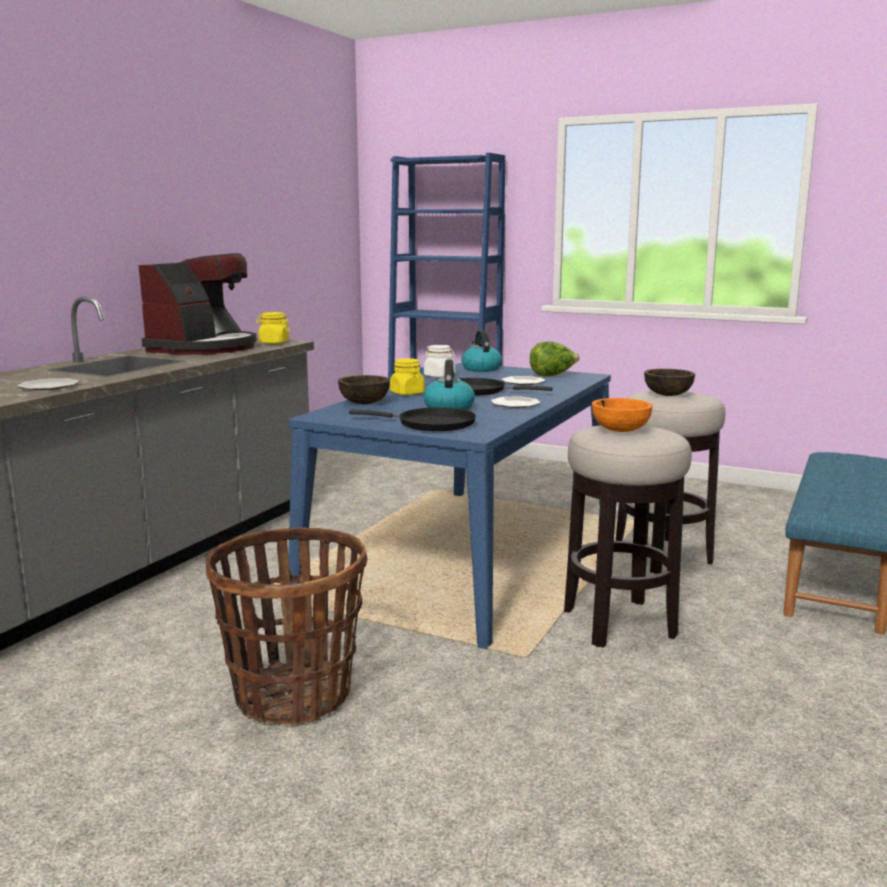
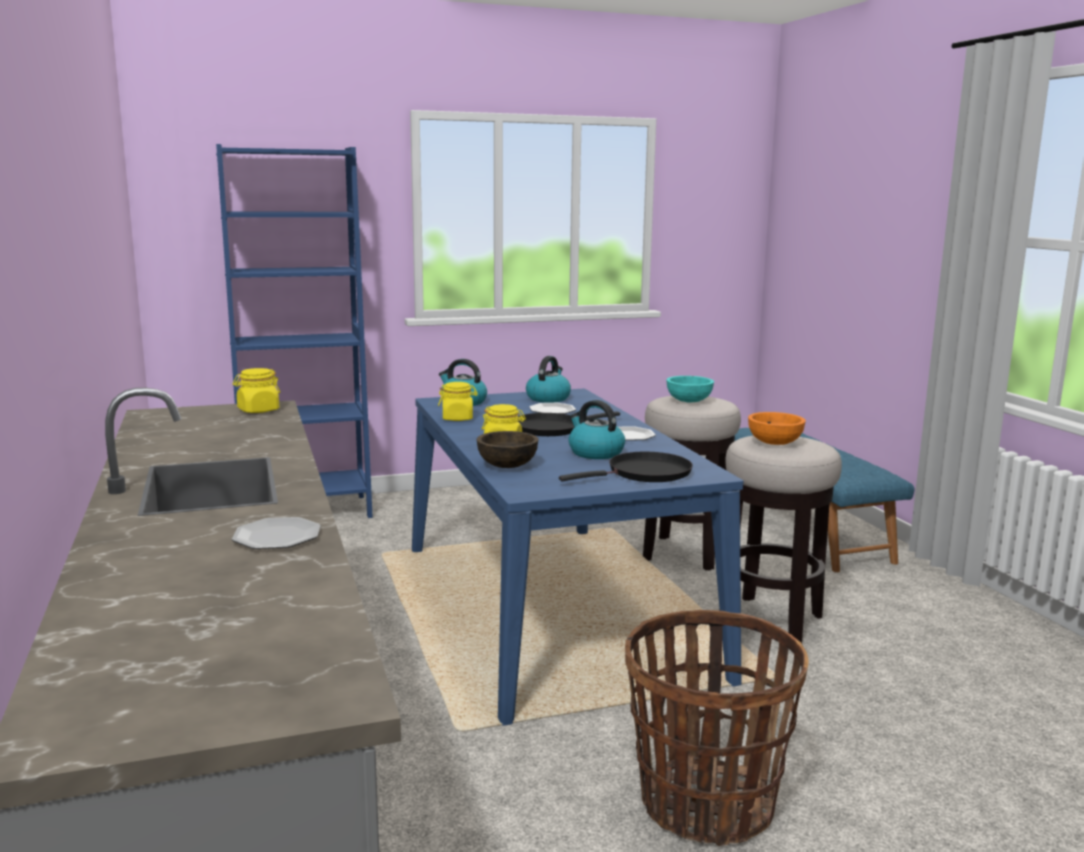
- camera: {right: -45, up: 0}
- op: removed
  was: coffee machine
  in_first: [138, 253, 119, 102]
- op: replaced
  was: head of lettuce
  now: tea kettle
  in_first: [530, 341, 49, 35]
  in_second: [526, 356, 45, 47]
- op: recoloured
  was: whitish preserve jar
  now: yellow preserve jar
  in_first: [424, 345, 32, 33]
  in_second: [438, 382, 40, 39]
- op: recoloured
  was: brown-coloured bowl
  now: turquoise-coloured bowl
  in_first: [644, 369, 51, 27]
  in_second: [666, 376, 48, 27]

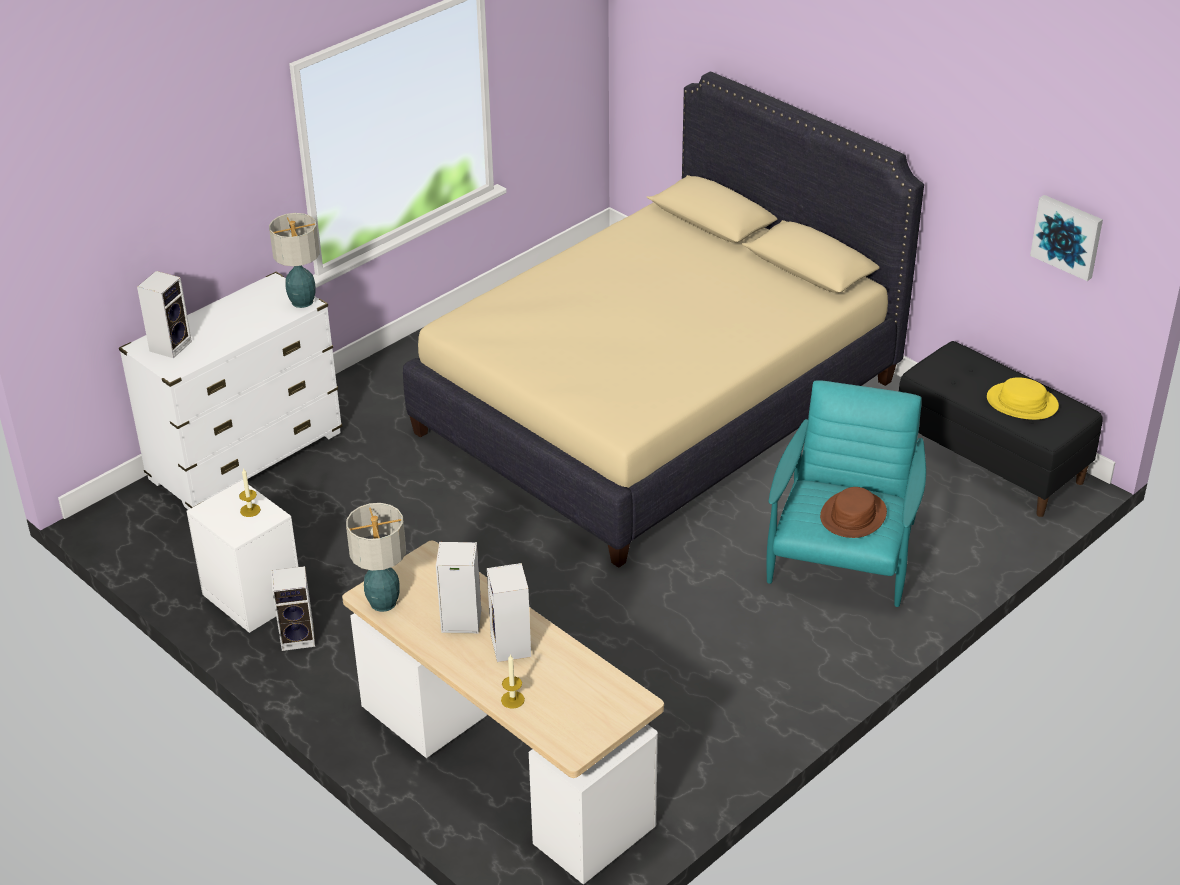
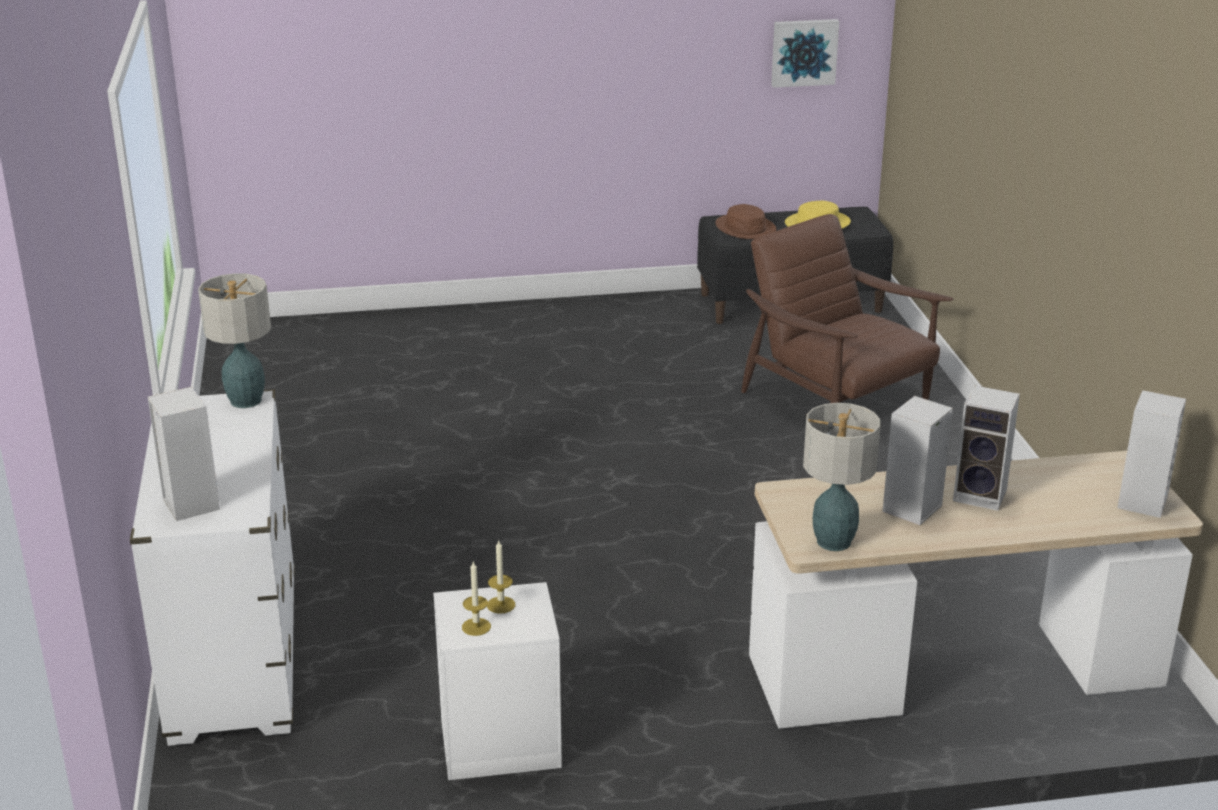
- camera: {right: -55, up: -10}
- op: removed
  was: beige bedroom bed
  in_first: [403, 72, 521, 496]
- op: recoloured
  was: turquoise-coloured armchair
  now: brown-coloured armchair
  in_first: [767, 380, 159, 227]
  in_second: [741, 214, 212, 189]
- op: moved
  was: brown-coloured wearable hat
  in_first: [820, 487, 67, 51]
  in_second: [715, 204, 61, 35]
- op: moved
  was: loudspeaker
  in_first: [271, 566, 44, 85]
  in_second: [1117, 390, 69, 128]
- op: moved
  was: wax candle
  in_first: [501, 654, 24, 55]
  in_second: [462, 561, 29, 75]

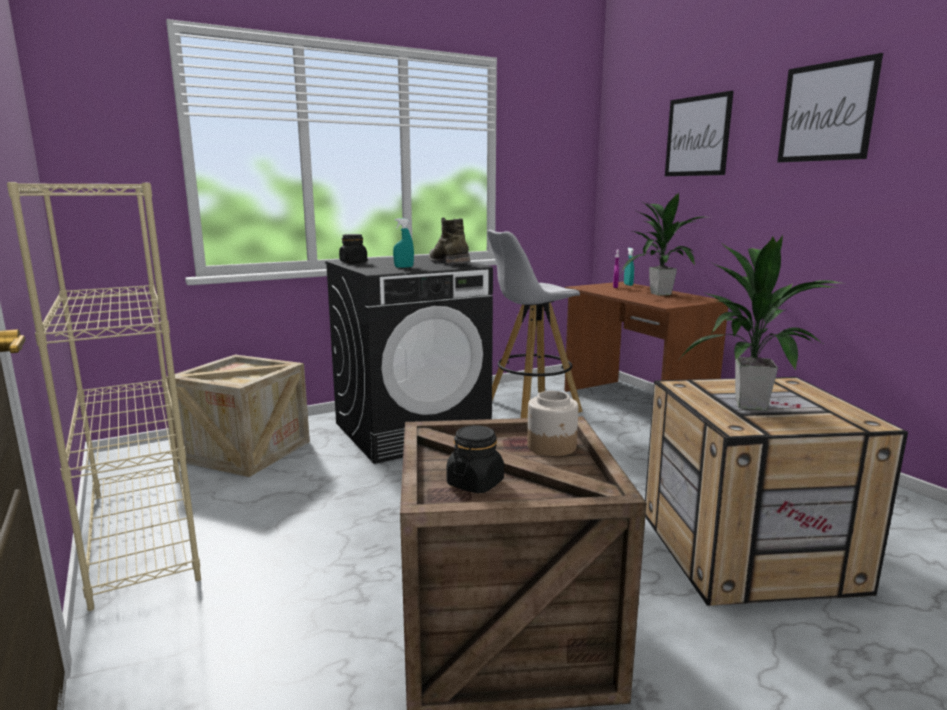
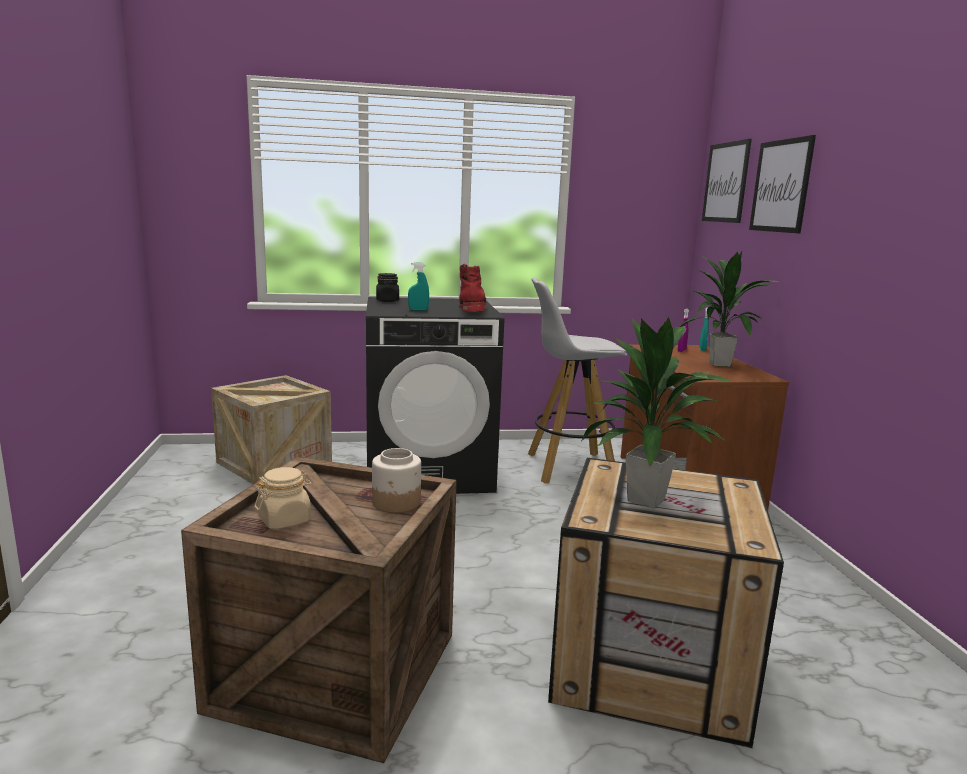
- camera: {right: 20, up: 0}
- op: moved
  was: wall picture
  in_first: [777, 53, 106, 109]
  in_second: [702, 139, 50, 84]
- op: removed
  was: beige shelving unit
  in_first: [7, 182, 194, 429]
- op: recoloured
  was: greenish high-top boot
  now: reddish high-top boot
  in_first: [429, 217, 41, 48]
  in_second: [459, 264, 28, 48]
- op: recoloured
  was: blackish preserve jar
  now: beige preserve jar
  in_first: [446, 425, 58, 68]
  in_second: [255, 467, 58, 62]

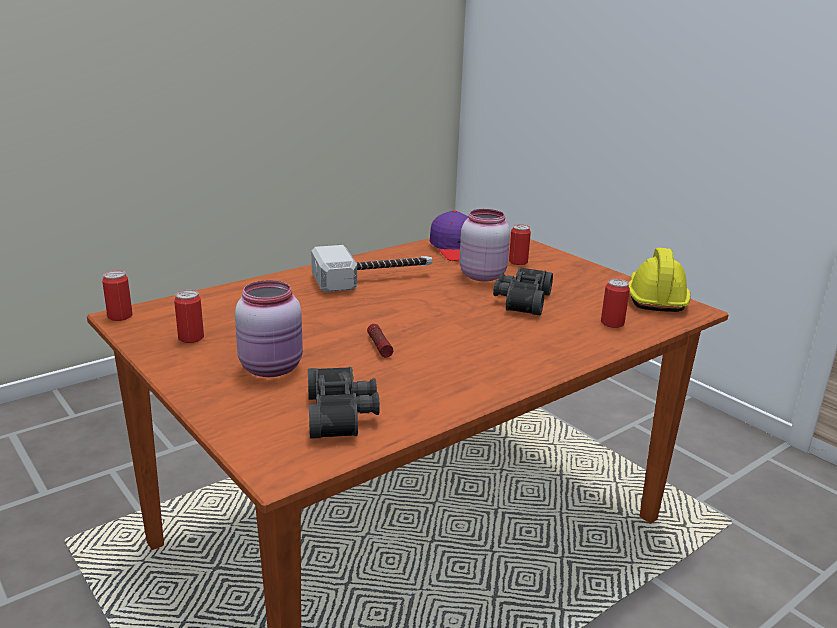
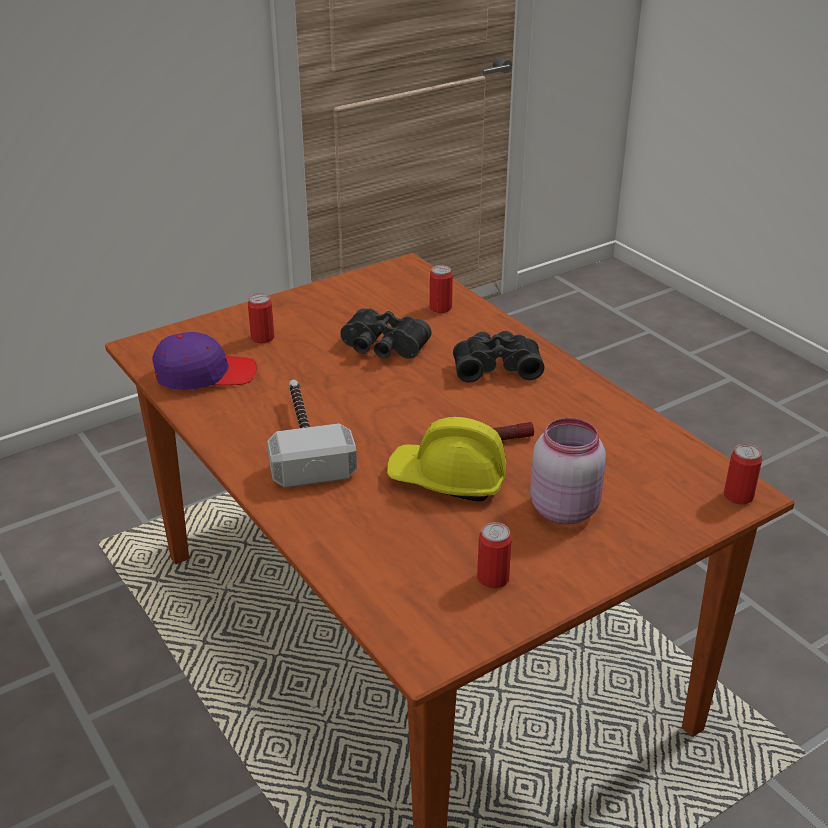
- camera: {right: -85, up: 10}
- op: removed
  was: pinkish preserve jar
  in_first: [459, 209, 51, 73]
- op: moved
  was: yellow safety helmet
  in_first: [629, 248, 62, 64]
  in_second: [387, 417, 120, 85]
- op: moved
  was: sealed can
  in_first: [102, 270, 31, 51]
  in_second: [724, 444, 38, 60]
- op: moved
  was: blackish field glasses
  in_first: [308, 367, 72, 72]
  in_second: [453, 331, 91, 51]

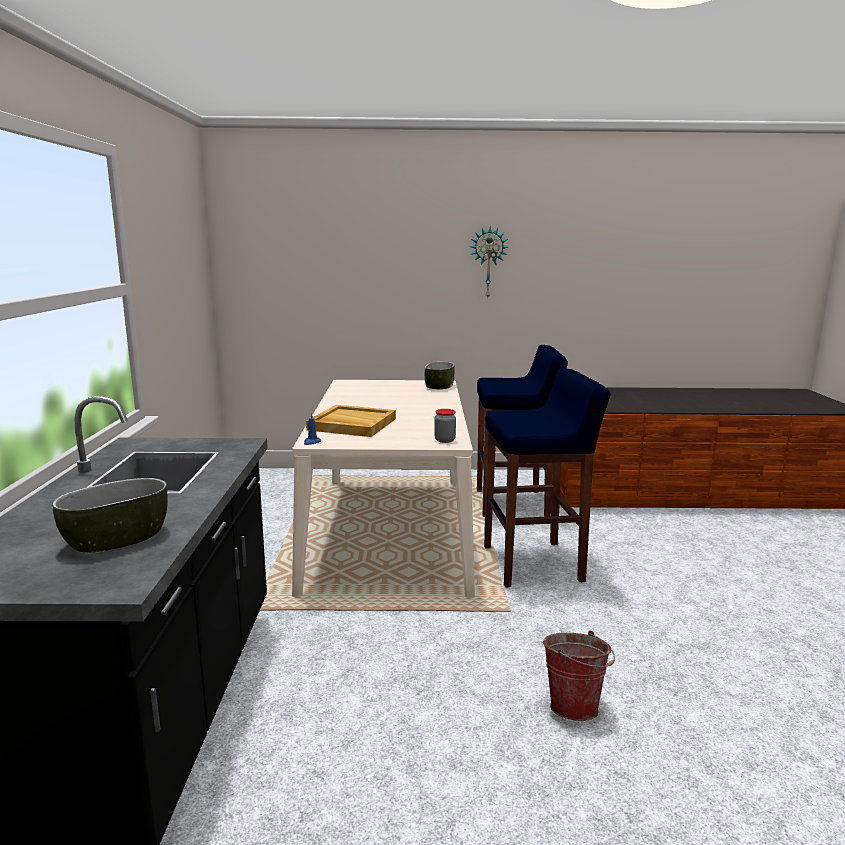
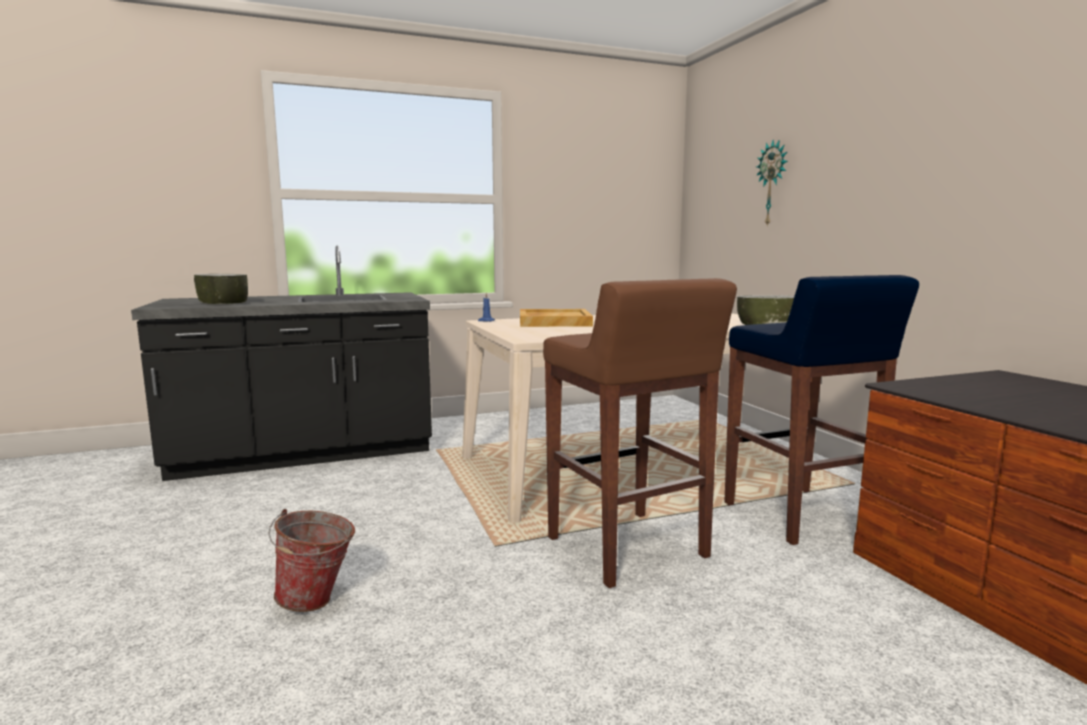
- camera: {right: 70, up: -5}
- op: moved
  was: wall clock
  in_first: [470, 227, 38, 72]
  in_second: [756, 140, 32, 86]
- op: recoloured
  was: bluish stool
  now: brown-coloured stool
  in_first: [484, 368, 127, 220]
  in_second: [543, 278, 194, 310]
- op: removed
  was: preserve jar
  in_first: [434, 409, 22, 34]

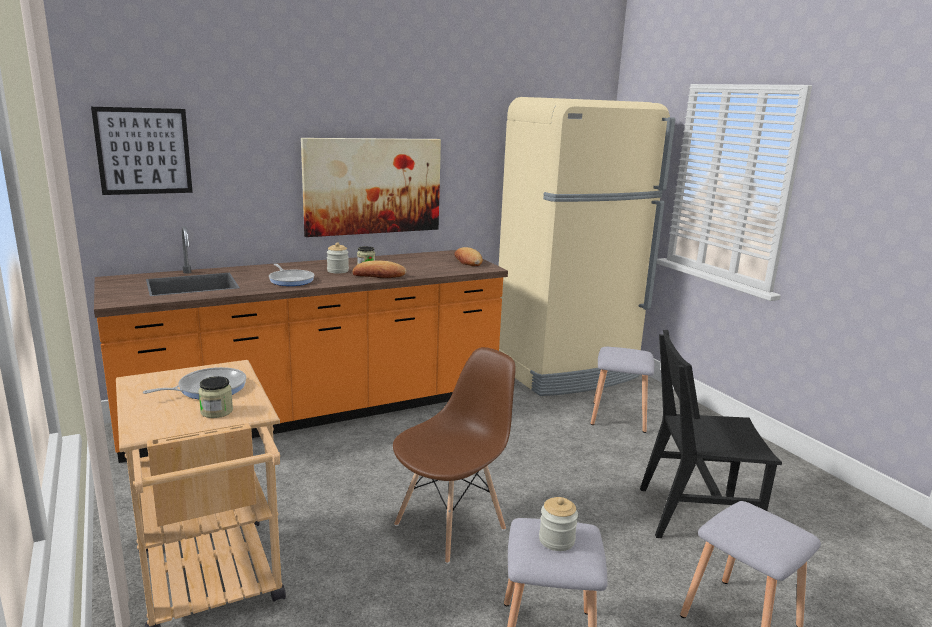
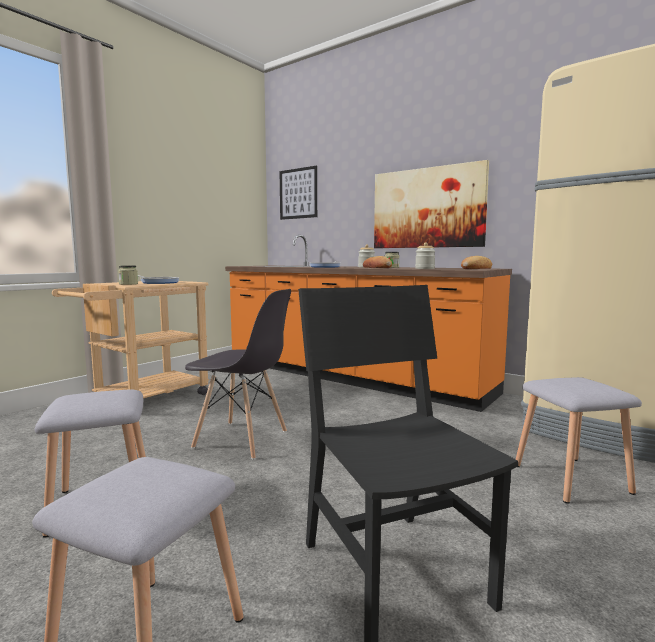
- camera: {right: 65, up: -10}
- op: recoloured
  was: brown-coloured chair
  now: grey chair
  in_first: [393, 347, 123, 217]
  in_second: [185, 289, 106, 171]
- op: moved
  was: preserve jar
  in_first: [539, 497, 39, 54]
  in_second: [415, 242, 20, 27]

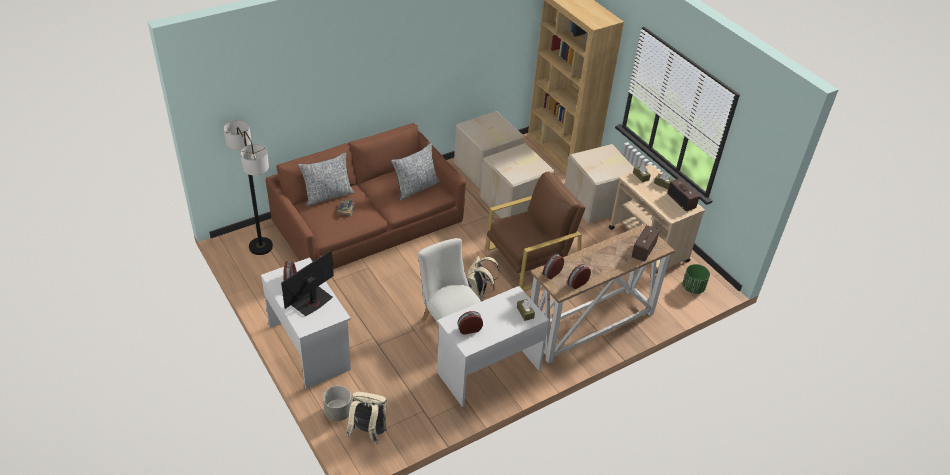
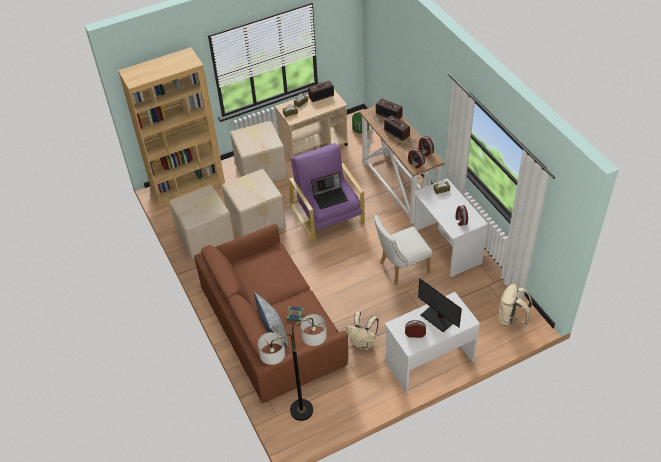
- camera: {right: -80, up: 5}
- op: removed
  was: pillow
  in_first: [391, 143, 49, 57]
- op: recoloured
  was: brown-coloured armchair
  now: purple-coloured armchair
  in_first: [486, 172, 100, 119]
  in_second: [289, 143, 76, 100]
- op: moved
  was: beige backpack
  in_first: [467, 256, 33, 43]
  in_second: [346, 312, 33, 38]
- op: removed
  was: grey plant pot
  in_first: [323, 386, 29, 35]
- op: added
  now: radio
  in_second: [384, 115, 26, 26]
- op: added
  now: portable computer
  in_second: [311, 172, 37, 37]

